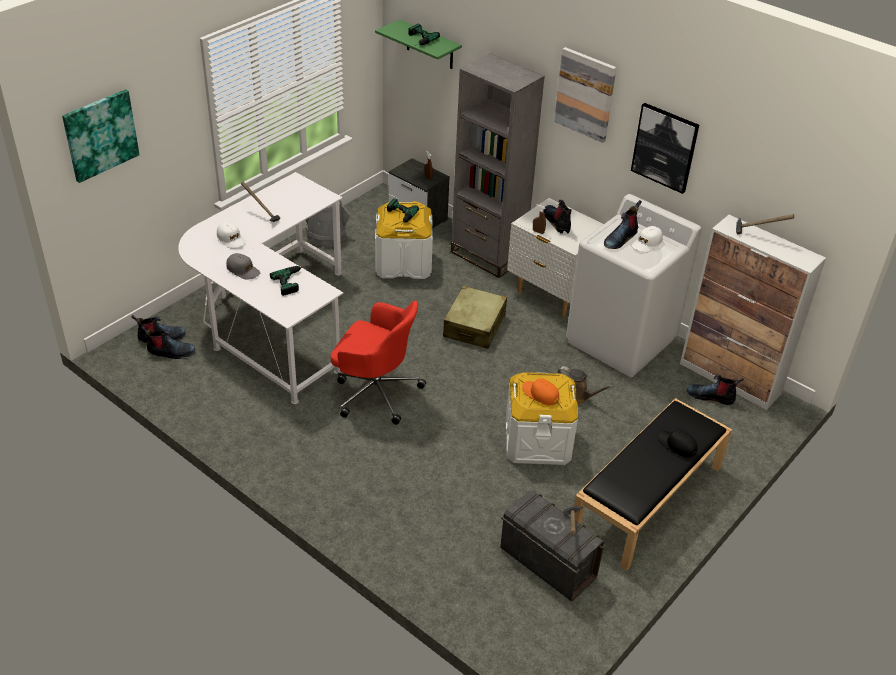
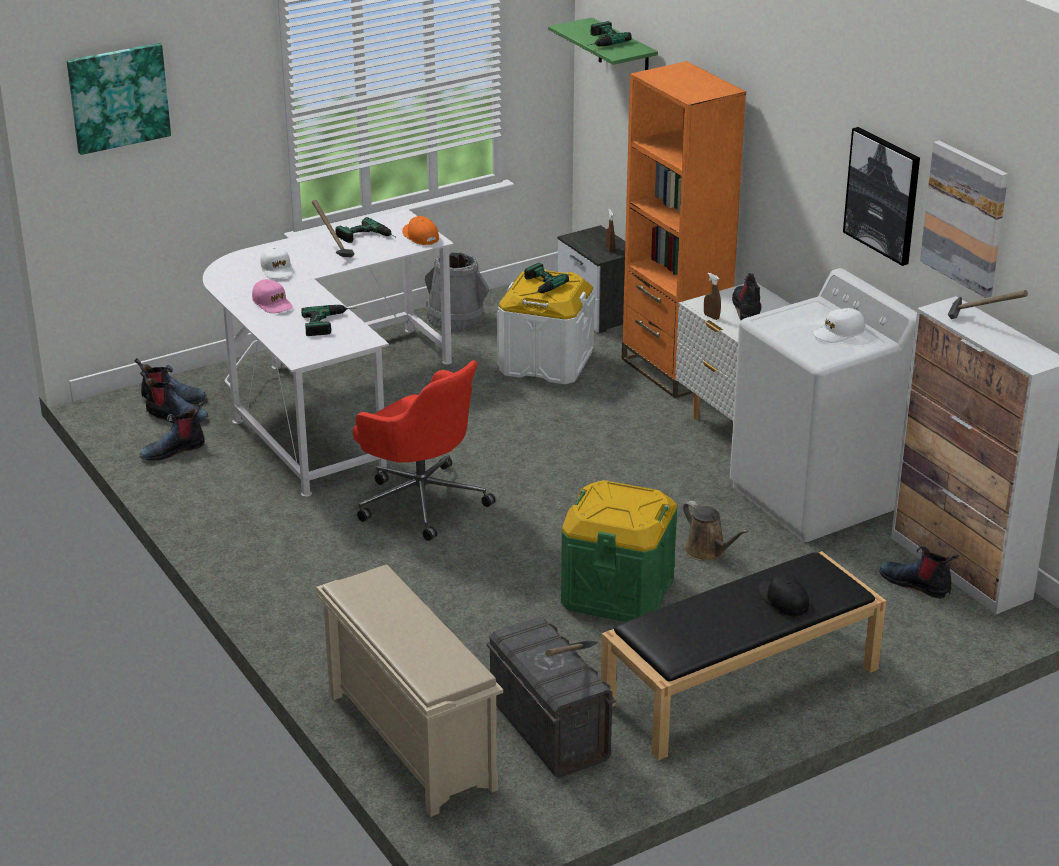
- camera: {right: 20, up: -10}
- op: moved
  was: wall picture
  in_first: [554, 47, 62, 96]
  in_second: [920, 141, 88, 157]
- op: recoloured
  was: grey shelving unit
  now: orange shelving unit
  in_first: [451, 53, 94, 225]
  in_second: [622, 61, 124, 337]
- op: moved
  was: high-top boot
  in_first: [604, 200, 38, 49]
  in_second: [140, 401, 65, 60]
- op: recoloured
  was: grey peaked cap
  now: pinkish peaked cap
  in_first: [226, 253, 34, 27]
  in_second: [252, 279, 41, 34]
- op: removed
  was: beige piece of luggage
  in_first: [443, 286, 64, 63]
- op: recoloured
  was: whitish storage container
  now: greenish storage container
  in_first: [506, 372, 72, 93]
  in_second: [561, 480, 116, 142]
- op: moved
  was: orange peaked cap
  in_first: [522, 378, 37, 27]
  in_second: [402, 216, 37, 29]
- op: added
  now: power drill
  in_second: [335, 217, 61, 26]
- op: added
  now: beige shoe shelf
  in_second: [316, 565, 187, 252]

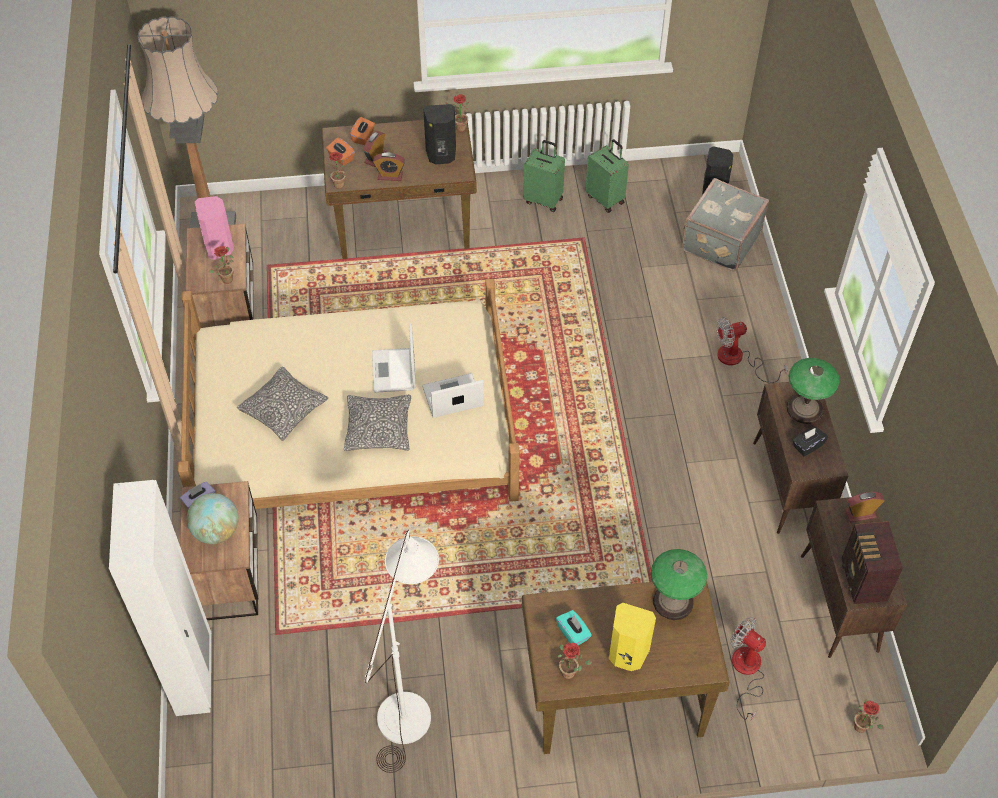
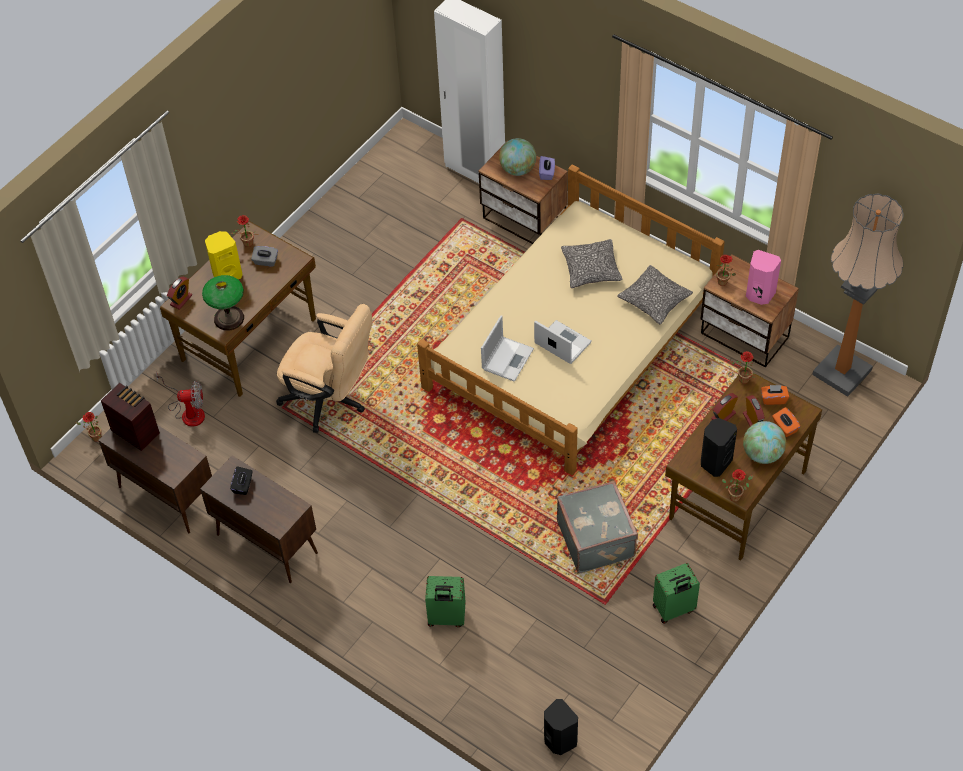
- camera: {right: 135, up: 0}
- op: moved
  was: greenish piece of luggage
  in_first: [585, 139, 44, 74]
  in_second: [425, 576, 41, 51]
- op: moved
  was: grey piece of luggage
  in_first: [682, 178, 87, 93]
  in_second: [557, 481, 81, 92]
- op: removed
  was: electric fan
  in_first: [717, 317, 71, 66]
- op: removed
  was: table lamp
  in_first: [786, 358, 54, 66]
- op: moved
  was: pillow
  in_first: [344, 395, 67, 56]
  in_second: [617, 265, 76, 59]
- op: moved
  was: table clock
  in_first: [845, 492, 40, 30]
  in_second: [167, 276, 25, 34]
- op: removed
  was: whitish standard lamp
  in_first: [365, 530, 74, 243]
- op: recoloured
  was: turquoise-coloured box of tissues
  now: grey box of tissues
  in_first: [556, 610, 36, 35]
  in_second: [251, 246, 27, 21]
- op: added
  now: beige computer chair
  in_second: [276, 304, 96, 129]
- op: added
  now: globe
  in_second: [743, 421, 43, 43]

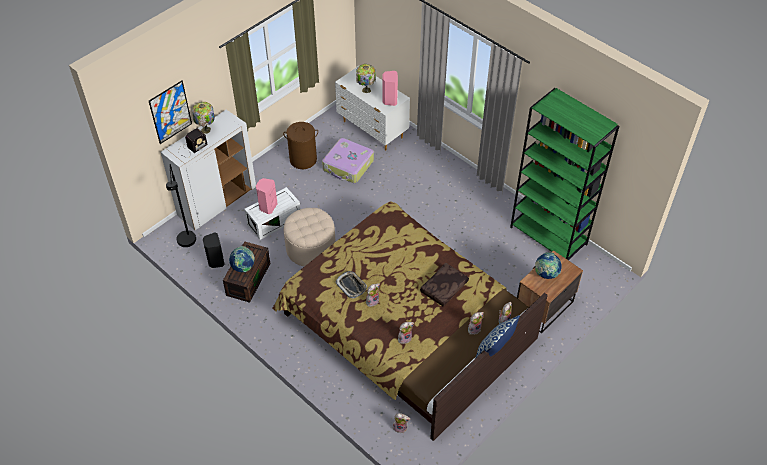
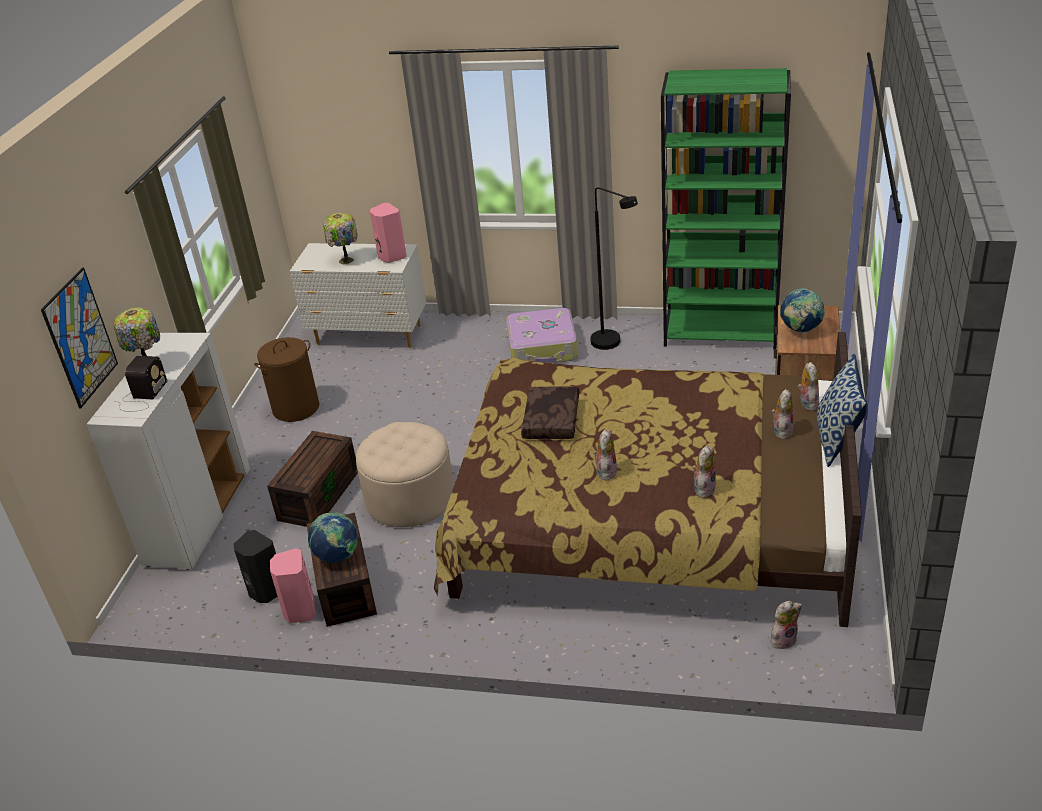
- camera: {right: -30, up: -15}
- op: moved
  was: piece of luggage
  in_first: [322, 138, 52, 45]
  in_second: [506, 308, 72, 55]
- op: moved
  was: blackish standard lamp
  in_first: [166, 164, 30, 83]
  in_second: [590, 187, 48, 163]
- op: moved
  was: pinkish loudspeaker
  in_first: [256, 178, 22, 36]
  in_second: [270, 548, 46, 75]
- op: recoloured
  was: whitish storage container
  now: brown-coloured storage container
  in_first: [244, 187, 56, 53]
  in_second: [267, 431, 91, 96]
- op: moved
  was: brown-coloured pillow
  in_first: [420, 263, 49, 44]
  in_second: [521, 386, 58, 53]
- op: removed
  was: tray
  in_first: [336, 271, 31, 27]

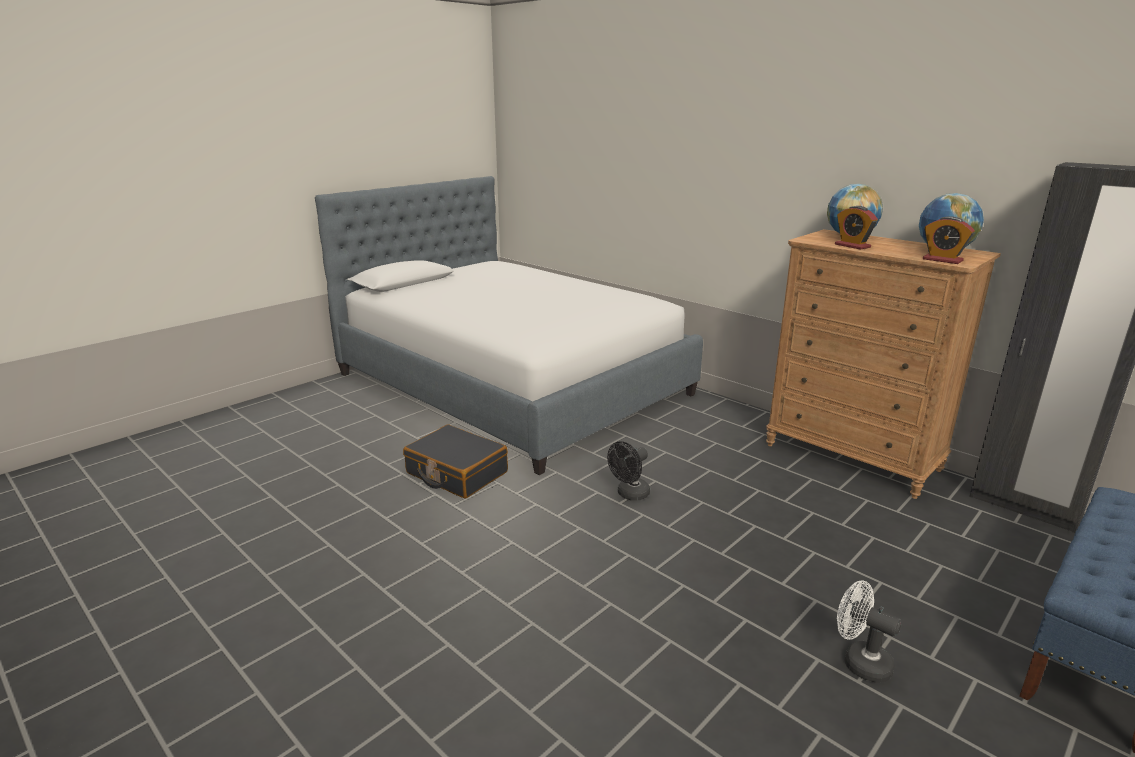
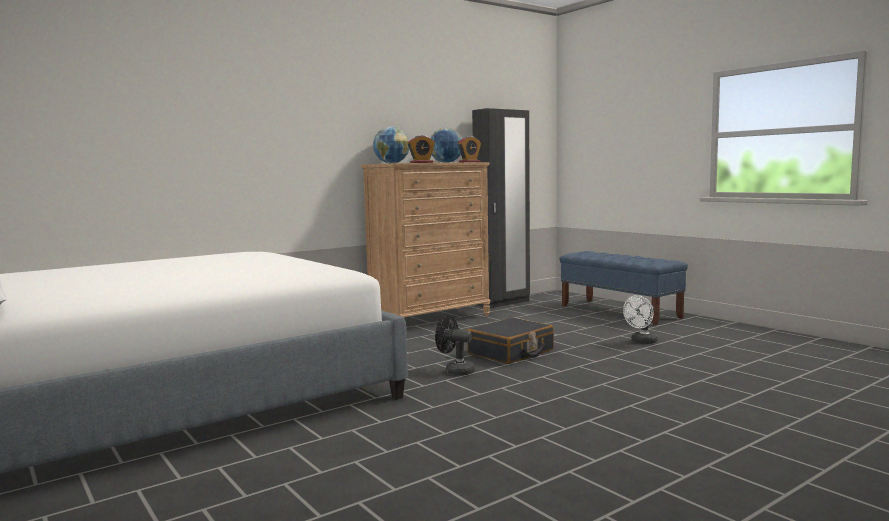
- camera: {right: -80, up: -15}
- op: moved
  was: blackish piece of luggage
  in_first: [403, 425, 105, 74]
  in_second: [467, 317, 87, 47]
- op: turned
  was: blackish electric fan
  in_first: [607, 441, 43, 60]
  in_second: [435, 316, 40, 59]
  clockwise: 150

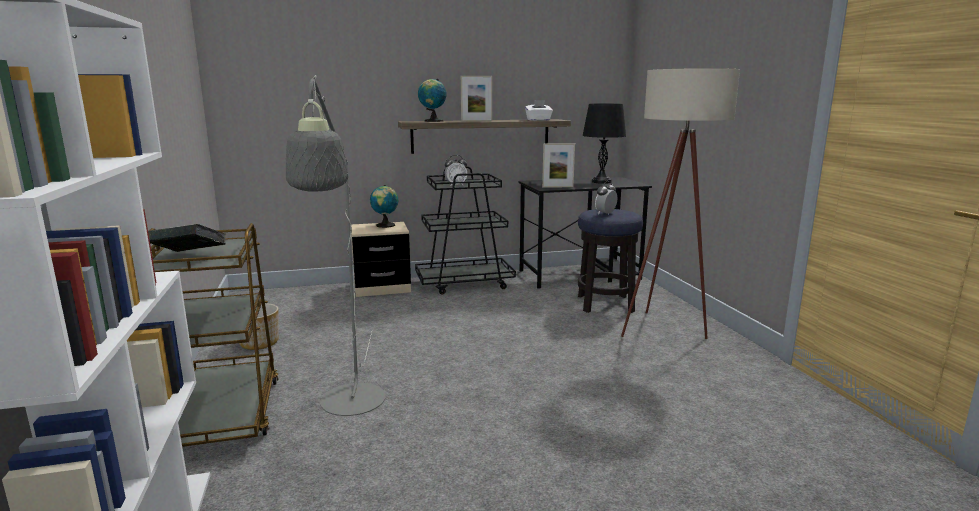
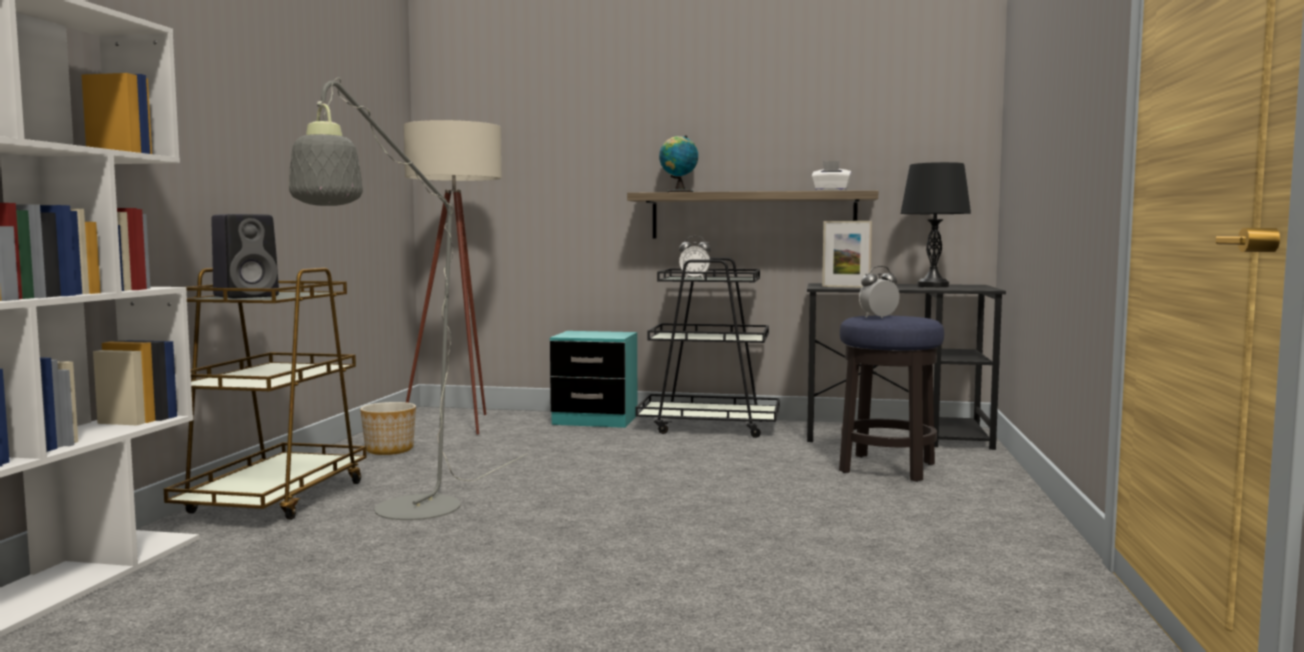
- camera: {right: 25, up: -10}
- op: moved
  was: beige standard lamp
  in_first: [621, 68, 119, 271]
  in_second: [404, 120, 98, 315]
- op: removed
  was: picture frame
  in_first: [461, 76, 31, 45]
- op: removed
  was: globe
  in_first: [370, 185, 28, 43]
- op: recoloured
  was: beige nightstand
  now: turquoise-coloured nightstand
  in_first: [351, 222, 60, 75]
  in_second: [550, 331, 87, 97]
- op: replaced
  was: book
  now: blackish loudspeaker
  in_first: [148, 224, 79, 28]
  in_second: [211, 214, 68, 84]

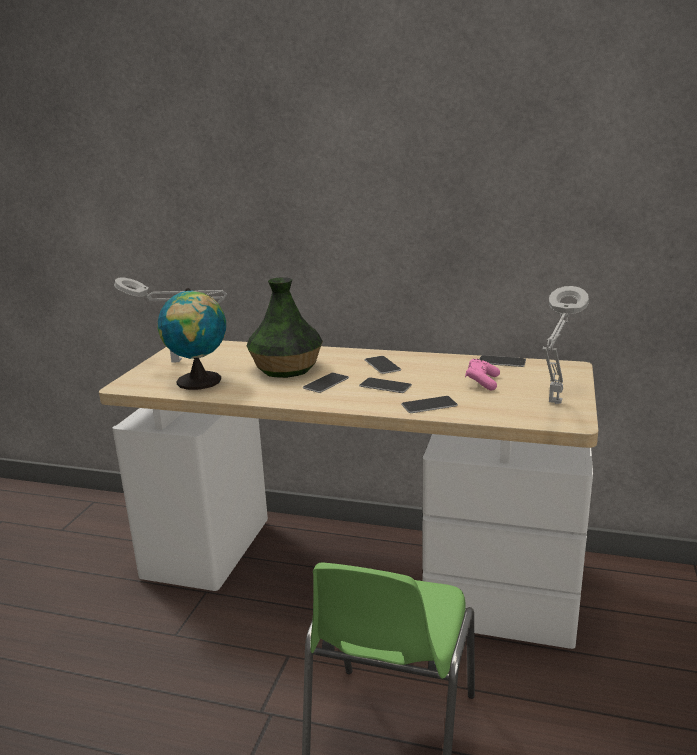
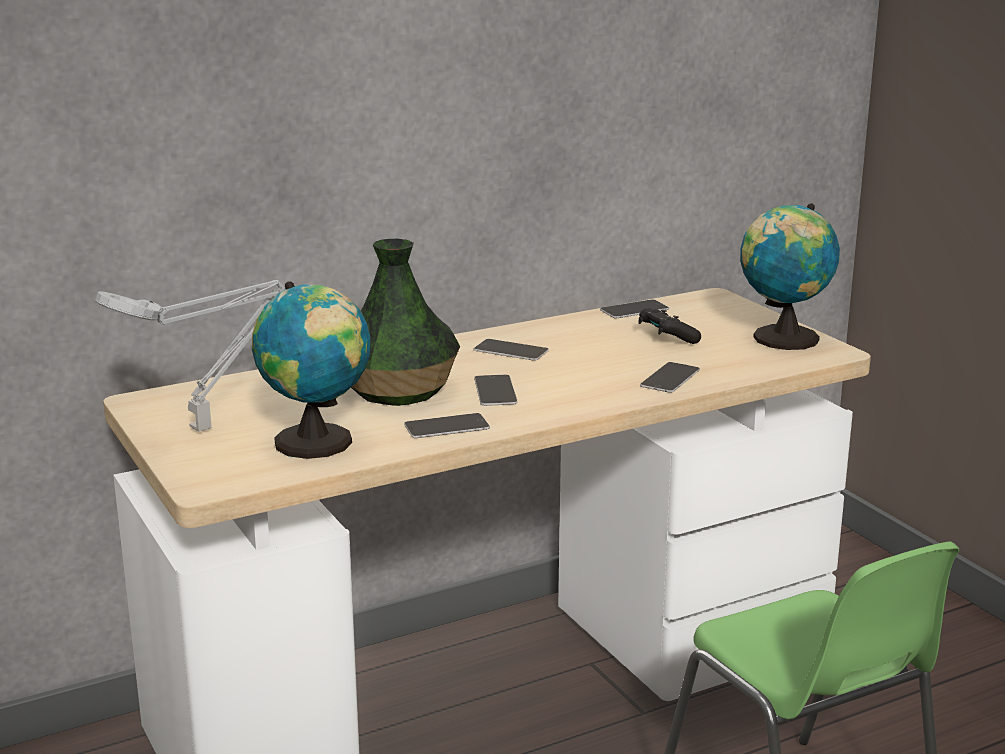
- camera: {right: -45, up: 0}
- op: replaced
  was: grey table lamp
  now: globe
  in_first: [542, 286, 47, 118]
  in_second: [740, 203, 100, 147]
- op: recoloured
  was: pinkish gamepad
  now: blackish gamepad
  in_first: [465, 359, 35, 31]
  in_second: [638, 308, 63, 36]
- op: moved
  was: phone
  in_first: [359, 378, 53, 15]
  in_second: [404, 413, 86, 25]

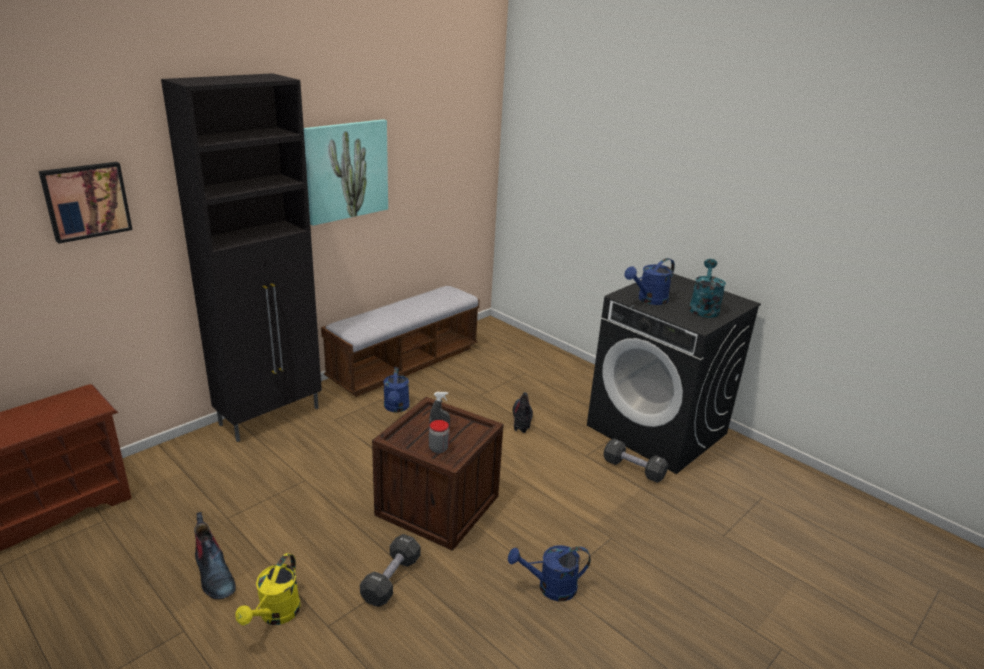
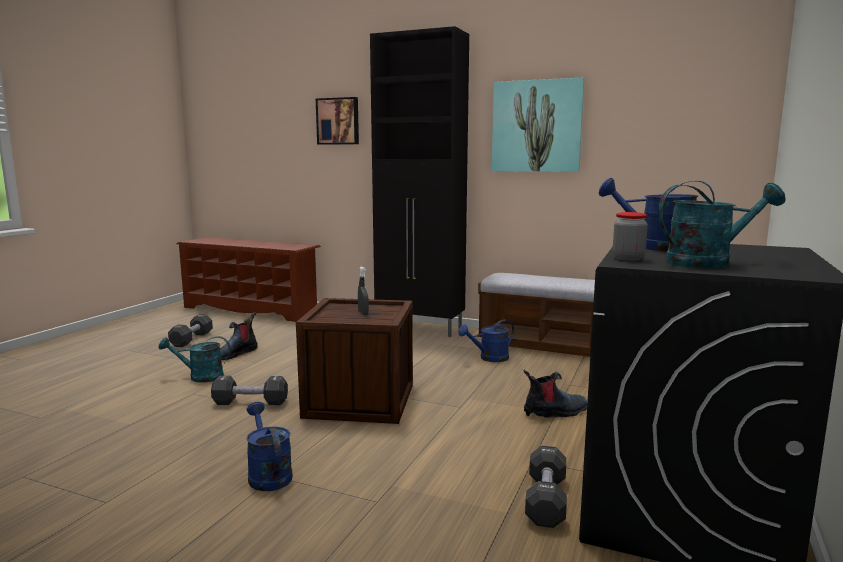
- camera: {right: 70, up: -15}
- op: moved
  was: preserve jar
  in_first: [429, 420, 20, 33]
  in_second: [613, 212, 35, 49]
- op: recoloured
  was: yellow watering can
  now: turquoise-coloured watering can
  in_first: [235, 553, 66, 72]
  in_second: [159, 336, 71, 47]
- op: added
  now: blackish free weight
  in_second: [168, 314, 45, 33]

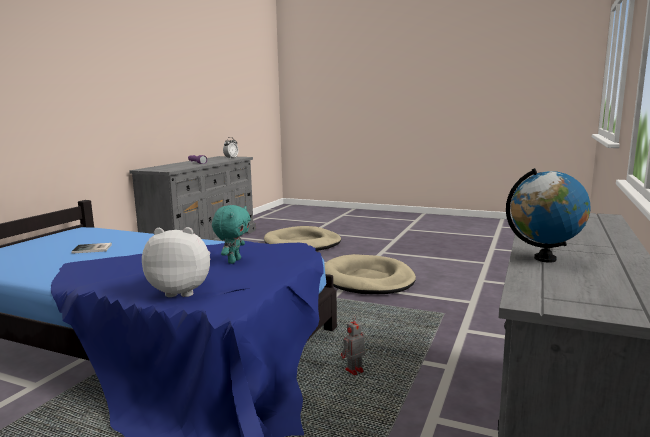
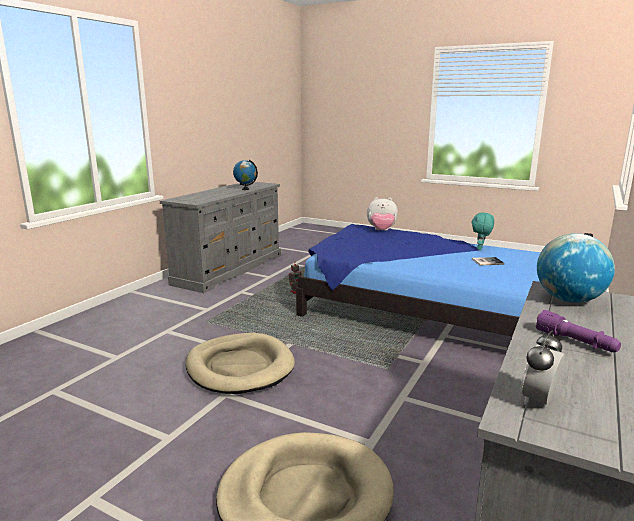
- camera: {right: -175, up: 5}
- op: moved
  was: turquoise-coloured plush toy
  in_first: [212, 205, 39, 59]
  in_second: [471, 212, 23, 38]
- op: added
  now: globe
  in_second: [537, 233, 78, 70]

